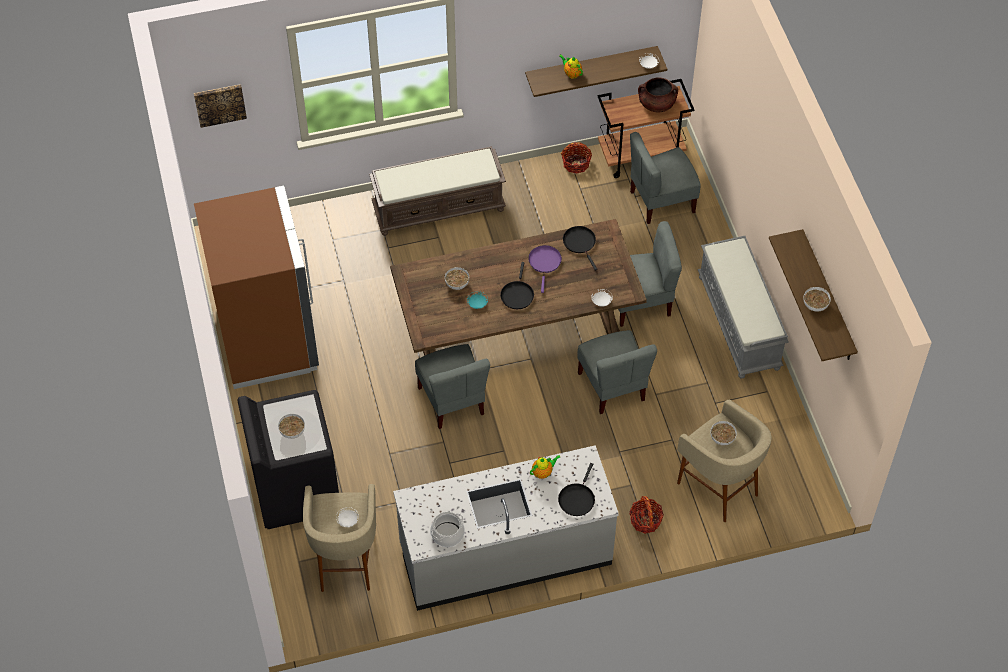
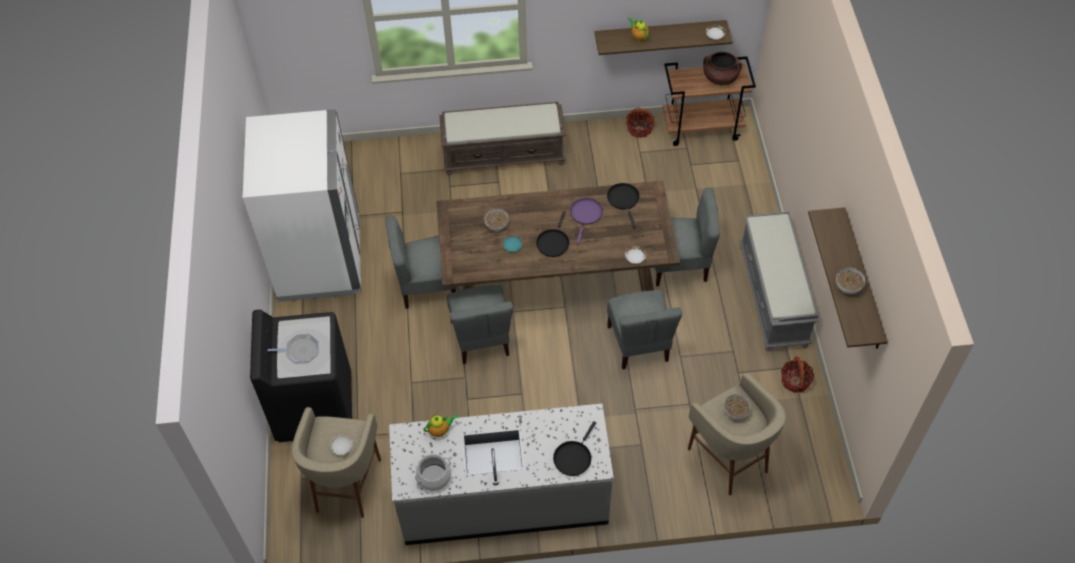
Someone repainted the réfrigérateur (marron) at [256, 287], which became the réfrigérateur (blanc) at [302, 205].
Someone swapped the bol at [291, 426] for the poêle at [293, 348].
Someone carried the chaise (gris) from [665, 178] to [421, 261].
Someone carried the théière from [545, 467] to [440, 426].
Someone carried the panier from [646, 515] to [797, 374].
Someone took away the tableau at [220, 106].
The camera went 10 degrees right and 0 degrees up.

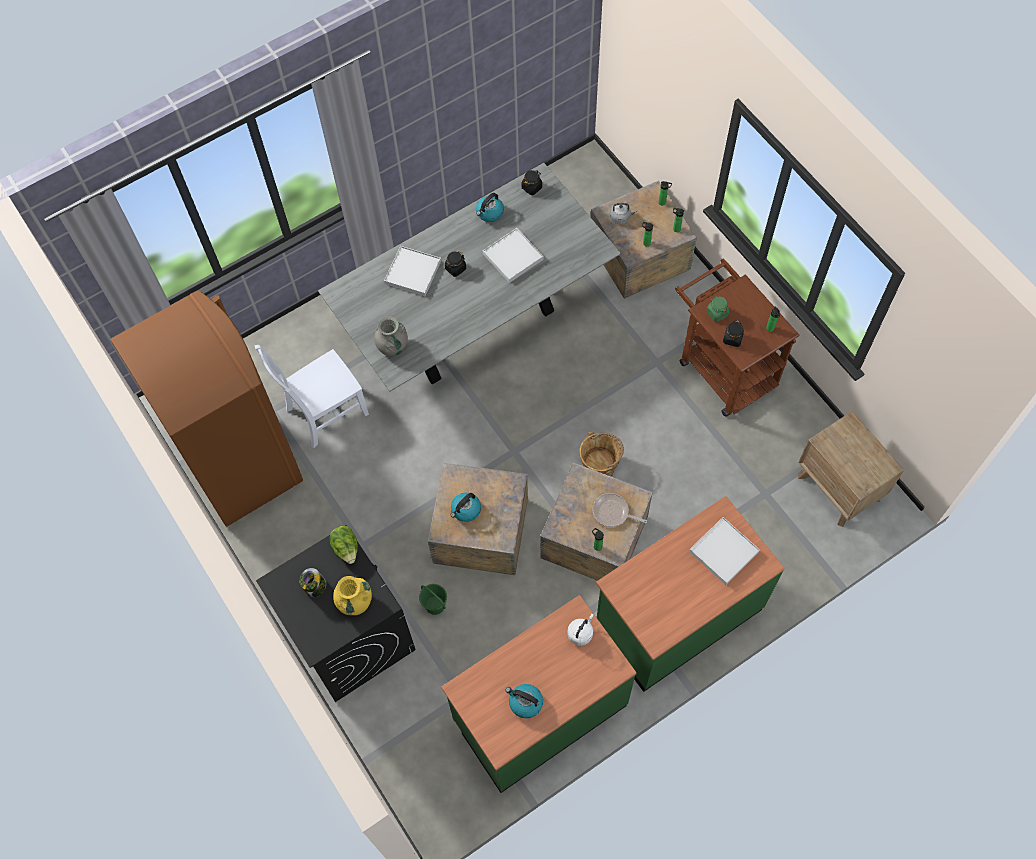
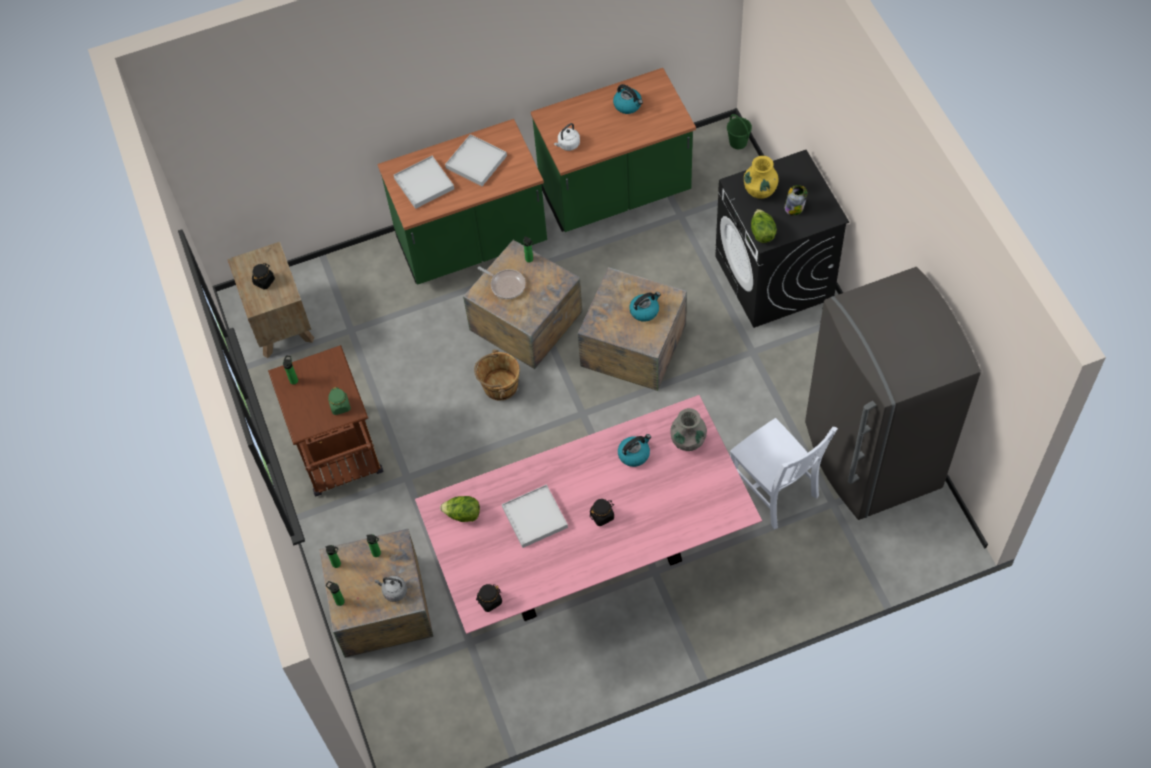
Someone carried the bocal (noir) from [733, 333] to [263, 276].
Someone repainted the table à manger (gris) at [469, 277], which became the table à manger (rose) at [588, 514].
Someone put down the laitue at [460, 509].
Someone carried the plateau (blanc) from [412, 271] to [476, 160].
Someone carried the bouilloire from [490, 207] to [634, 450].
Someone carried the seau (vert) from [433, 599] to [739, 131].
Someone rotated the chaise (blanc) at [312, 396] by 75 degrees clockwise.
Someone repainted the réfrigérateur (marron) at [207, 408], which became the réfrigérateur (gris) at [893, 393].
The camera went 165 degrees left and 5 degrees down.

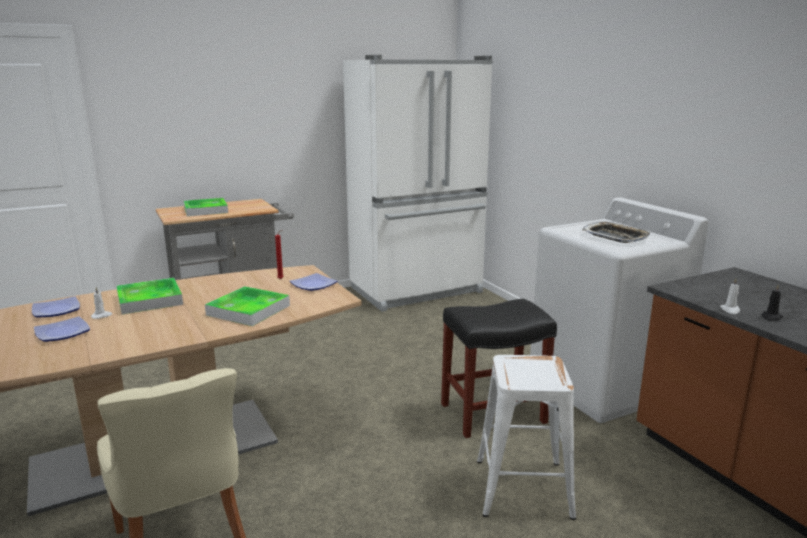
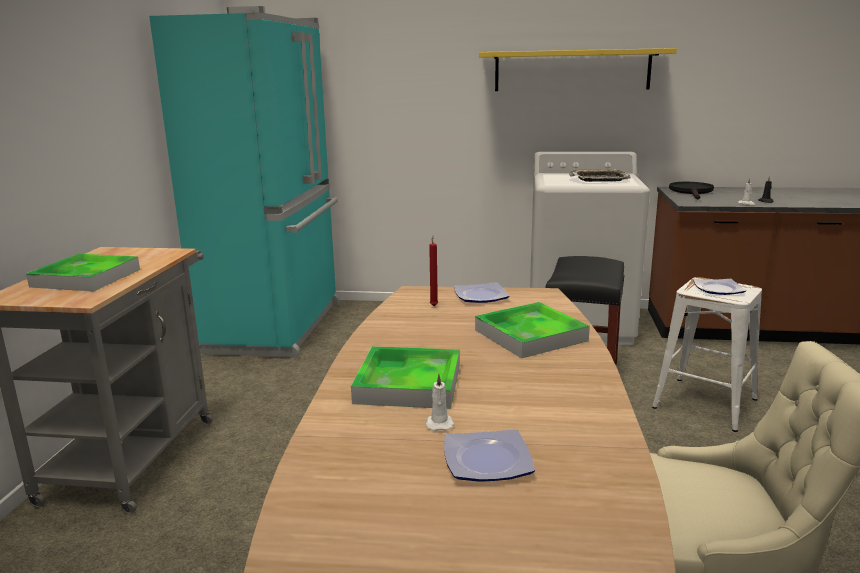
Someone repainted the réfrigérateur (blanc) at [418, 183], which became the réfrigérateur (turquoise) at [244, 182].
Someone put up the étagère (jaune) at [578, 69].
Someone put down the poêle (noir) at [691, 190].
Someone carried the assiette from [56, 307] to [719, 287].
The camera went 55 degrees left and 0 degrees up.

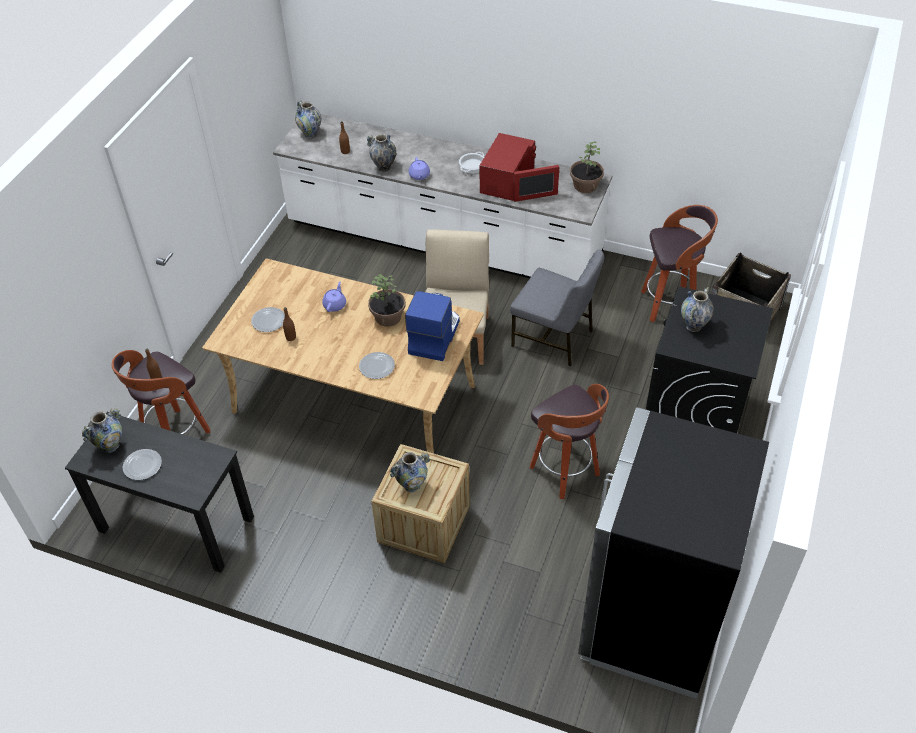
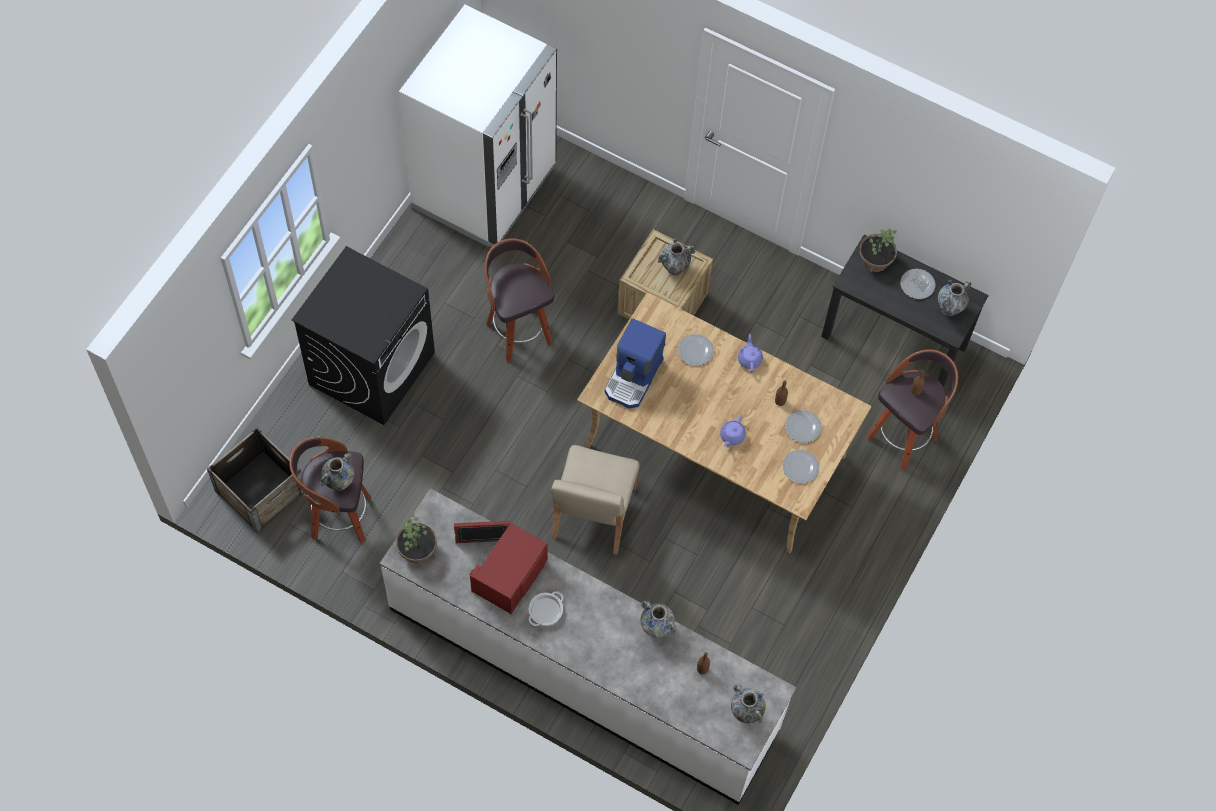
Someone carried the vase from [697, 309] to [337, 472].
Someone repainted the réfrigérateur (noir) at [673, 553], which became the réfrigérateur (blanc) at [478, 126].
Someone carried the théière (violet) from [419, 168] to [750, 353].
Someone put down the assiette at [800, 466].
Someone carried the plante en pot from [387, 300] to [878, 250].
Someone took away the chaise (gris) at [557, 307].
The camera went 175 degrees left and 15 degrees up.

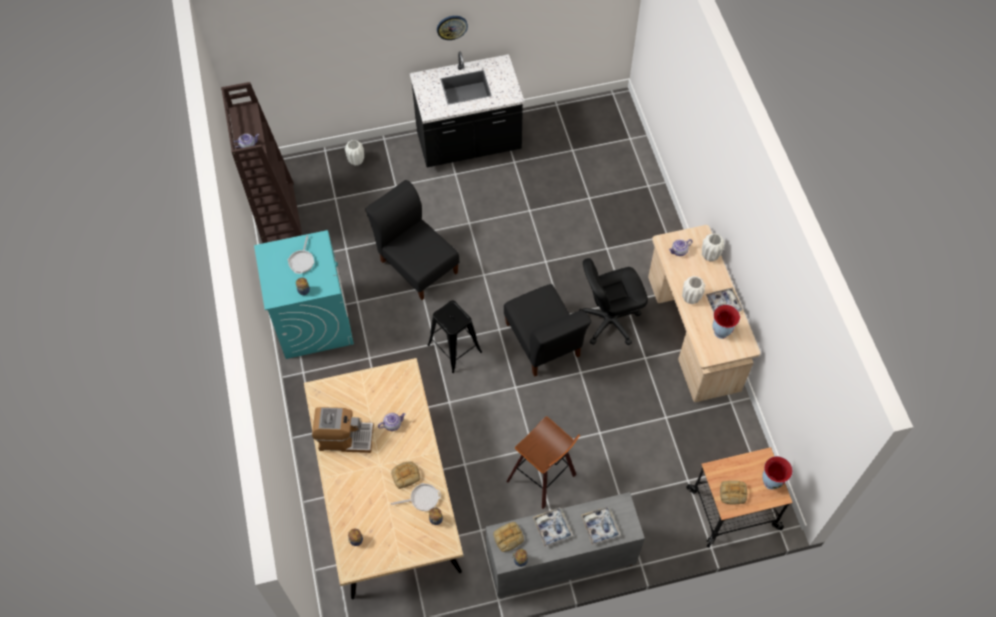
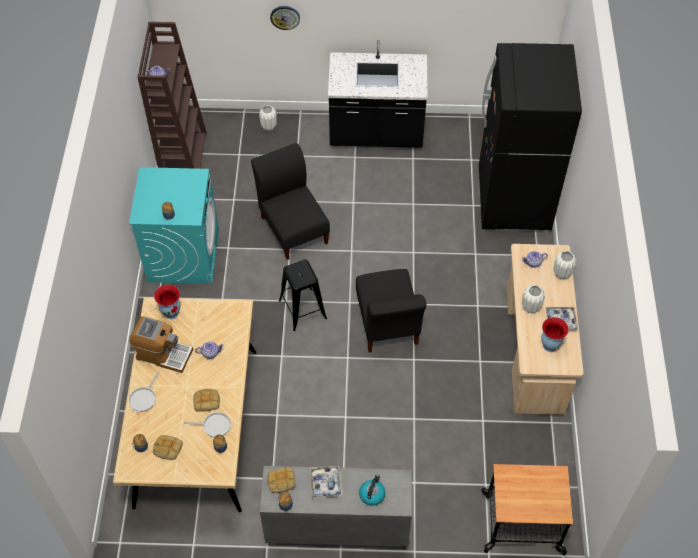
Someone carried the poêle from [301, 254] to [144, 392].
Someone carried the pain from [734, 493] to [168, 447].
Someone carried the vase from [777, 473] to [167, 302].
Someone carried the horloge murale from [452, 28] to [285, 18].
Someone swapped the plateau at [601, 525] for the bouilloire at [372, 490].
Someone put down the réfrigérateur (noir) at [530, 137].
Someone took away the tabouret at [543, 462].
Someone took away the chaise de bureau (noir) at [613, 301].
The camera went 15 degrees right and 5 degrees down.

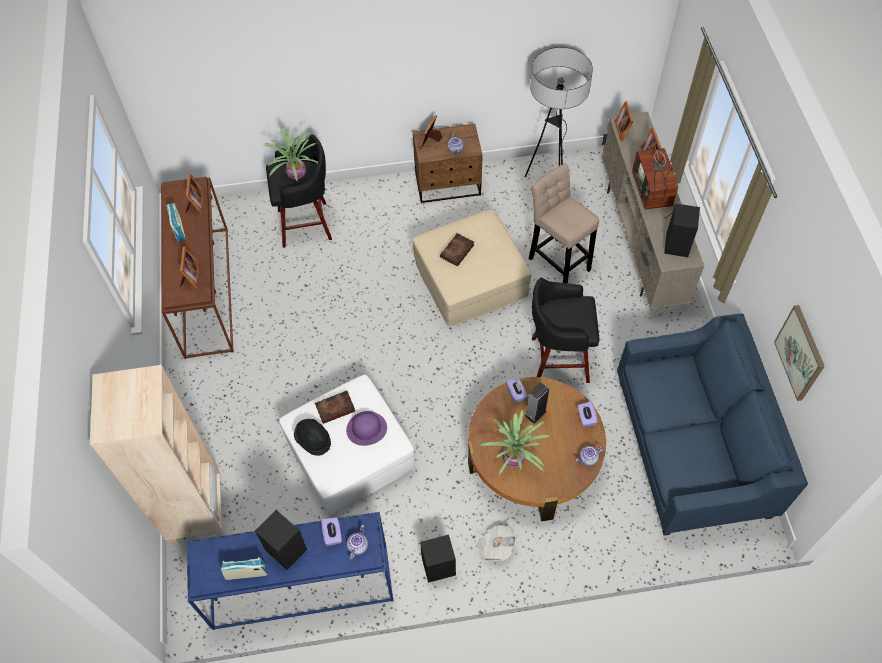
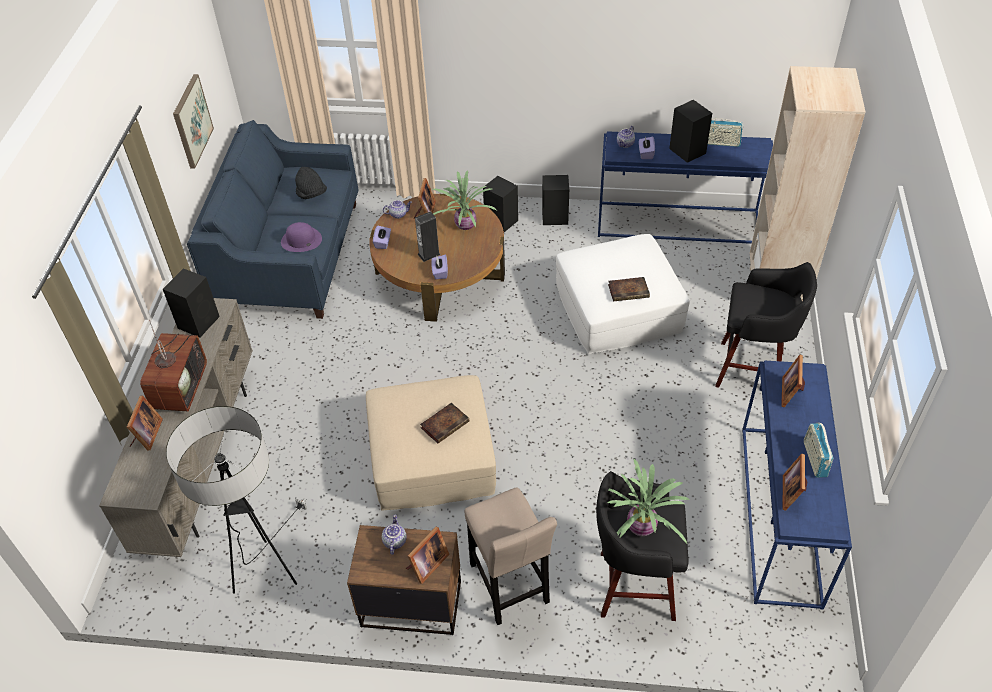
Someone carried the chapeau (violet) from [366, 428] to [301, 237].
Someone carried the chapeau (noir) from [312, 437] to [311, 183].
Someone carried the cadre photo from [624, 121] to [425, 198].
Someone carried the tabouret (beige) from [564, 223] to [511, 556].
Someone swapped the journal at [496, 543] for the enceinte (noir) at [500, 204].
Someone carried the tabouret (noir) from [565, 330] to [766, 325].
Someone repainted the table console (marron) at [197, 268], which became the table console (bleu) at [797, 485].
The camera went 165 degrees left and 10 degrees down.

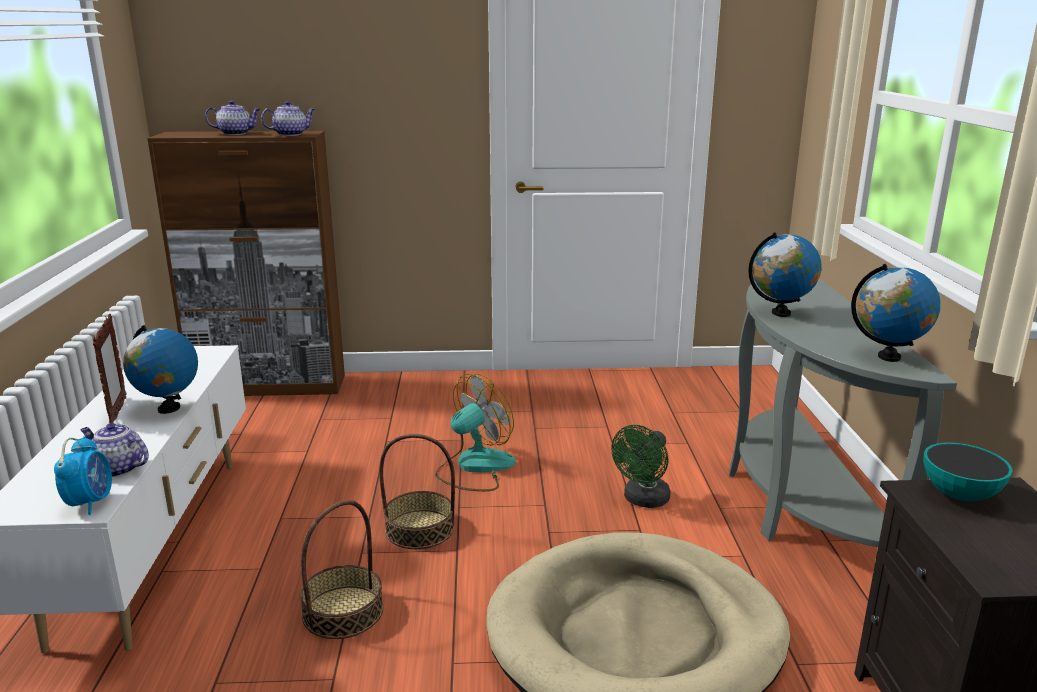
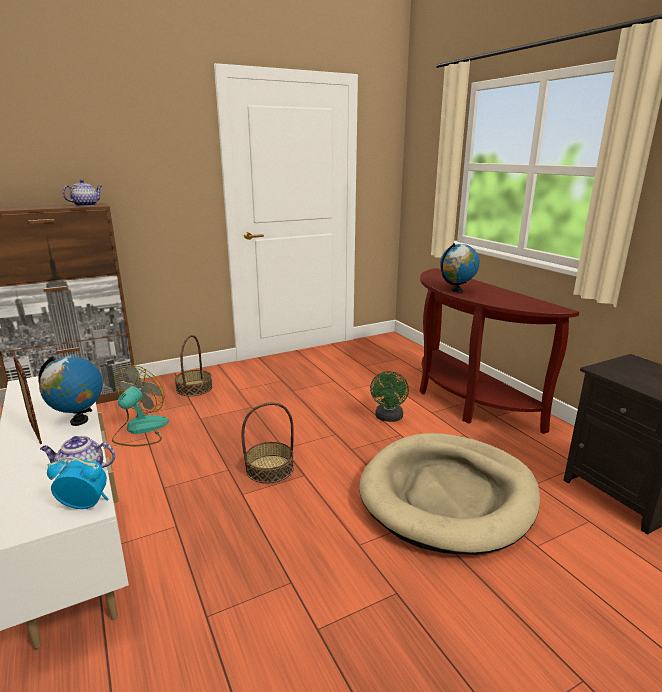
Someone rotated the réveil at [83, 475] by 60 degrees counterclockwise.
Someone carried the ventilateur from [475, 432] to [140, 405].
Someone carried the panier from [341, 569] to [194, 365].
Someone repainted the table console (gris) at [843, 413], which became the table console (marron) at [499, 351].
Someone took away the théière at [233, 117].
Someone took away the globe at [895, 313].
Someone took away the bol at [968, 472].
The camera went 25 degrees left and 0 degrees up.

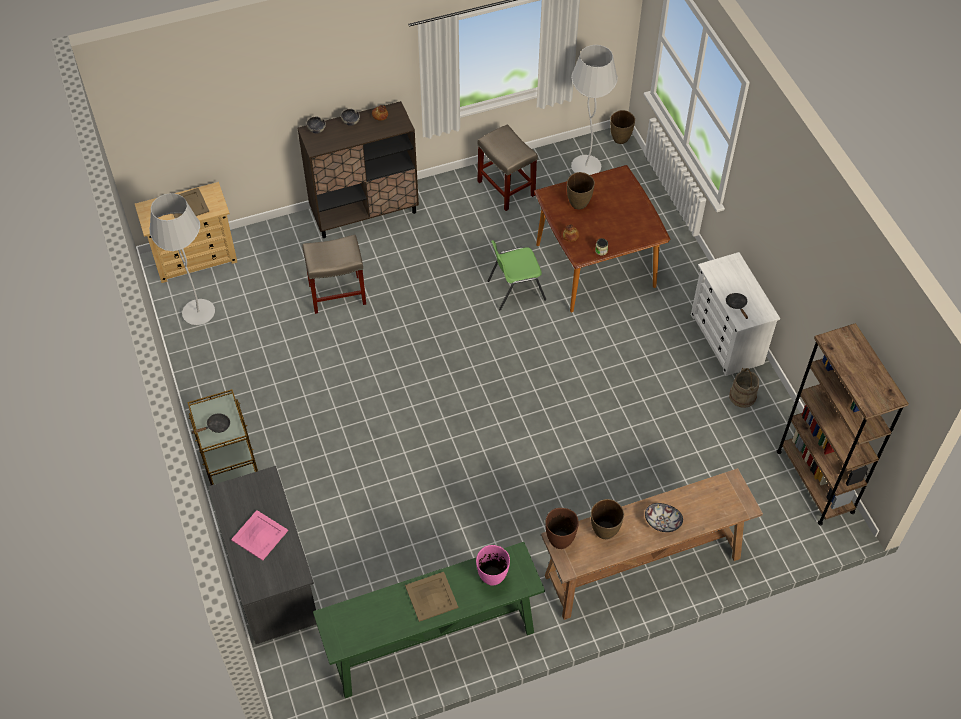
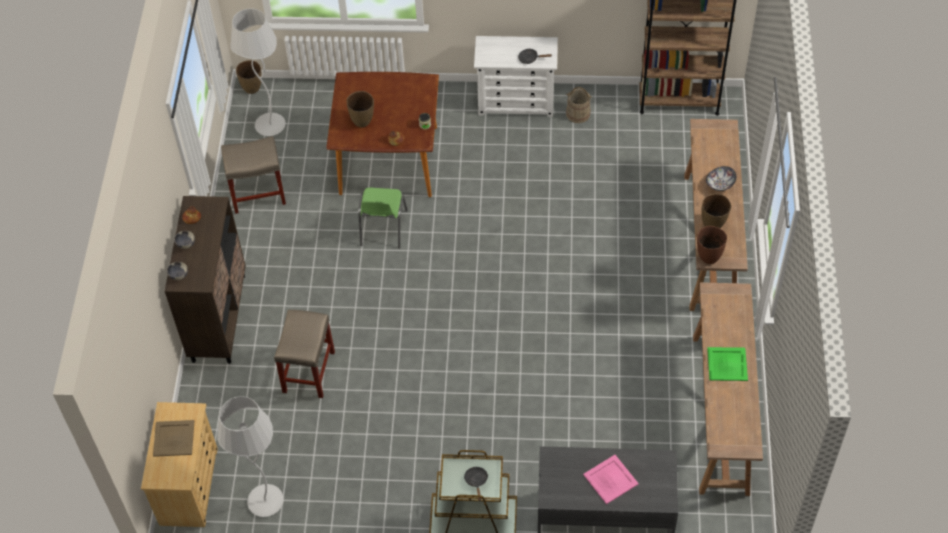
Someone repainted the table console (vert) at [429, 620], which became the table console (marron) at [728, 389].
Someone repainted the plateau (beige) at [431, 597], which became the plateau (vert) at [727, 364].
Someone took away the vase (rose) at [493, 565].
The camera went 65 degrees left and 0 degrees up.

